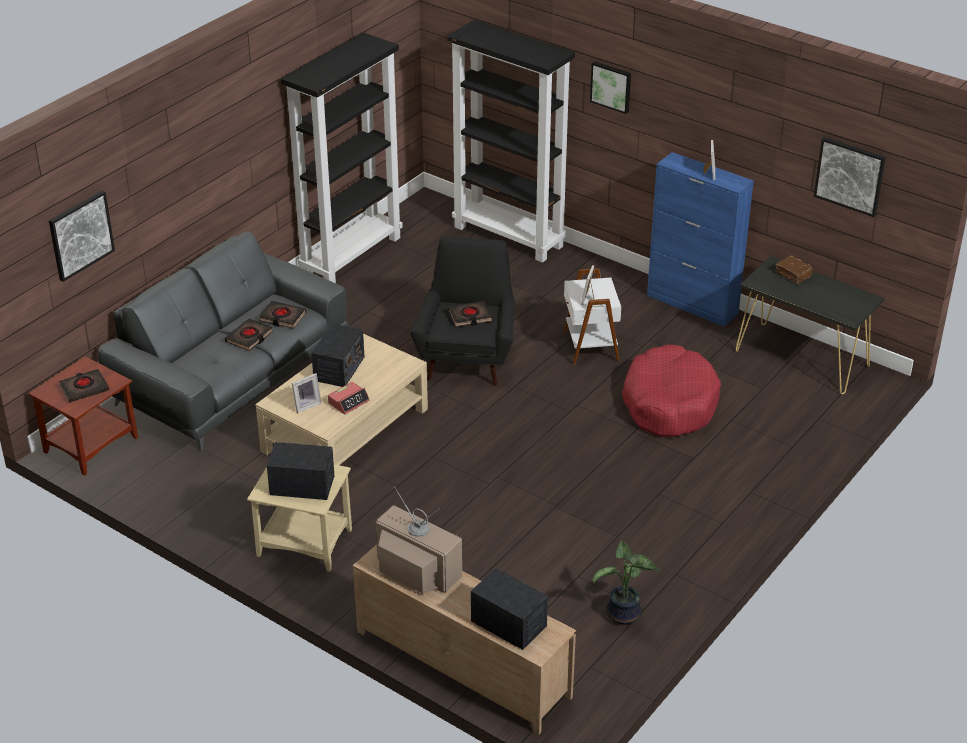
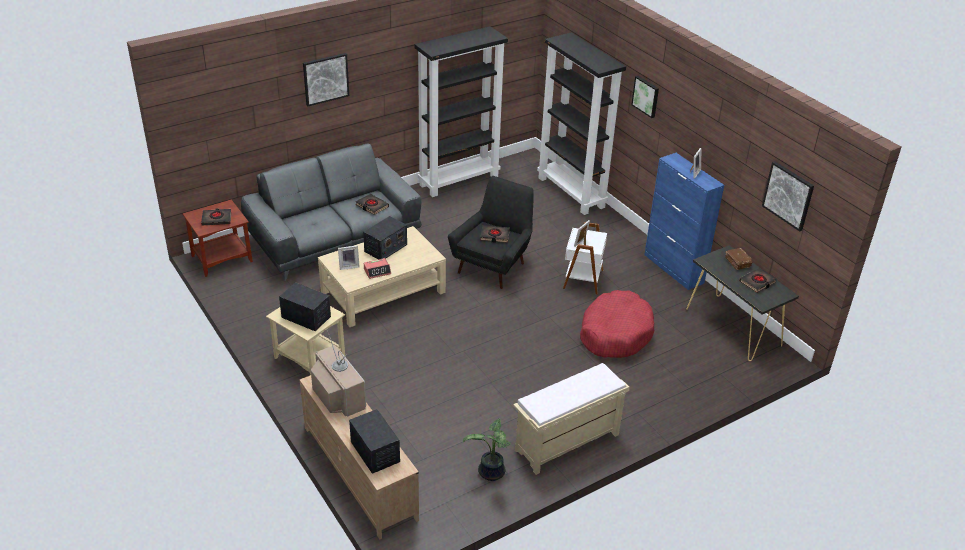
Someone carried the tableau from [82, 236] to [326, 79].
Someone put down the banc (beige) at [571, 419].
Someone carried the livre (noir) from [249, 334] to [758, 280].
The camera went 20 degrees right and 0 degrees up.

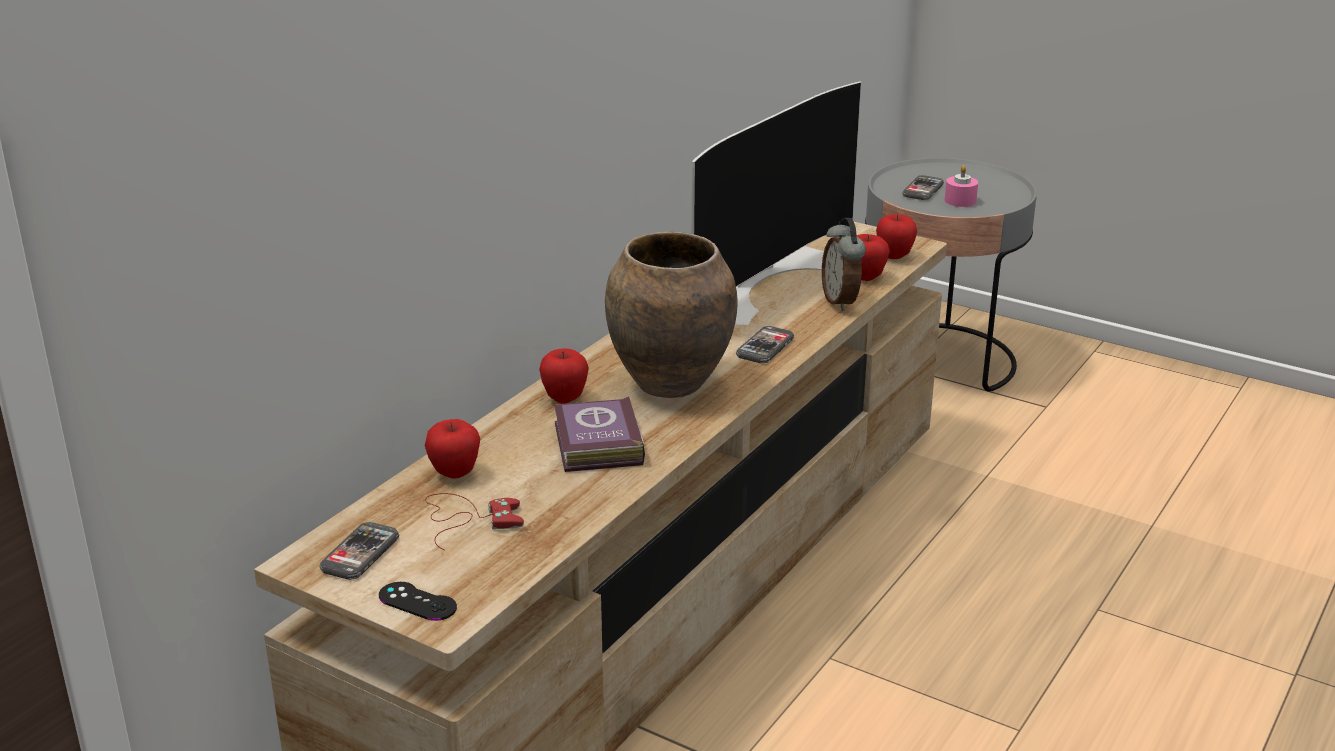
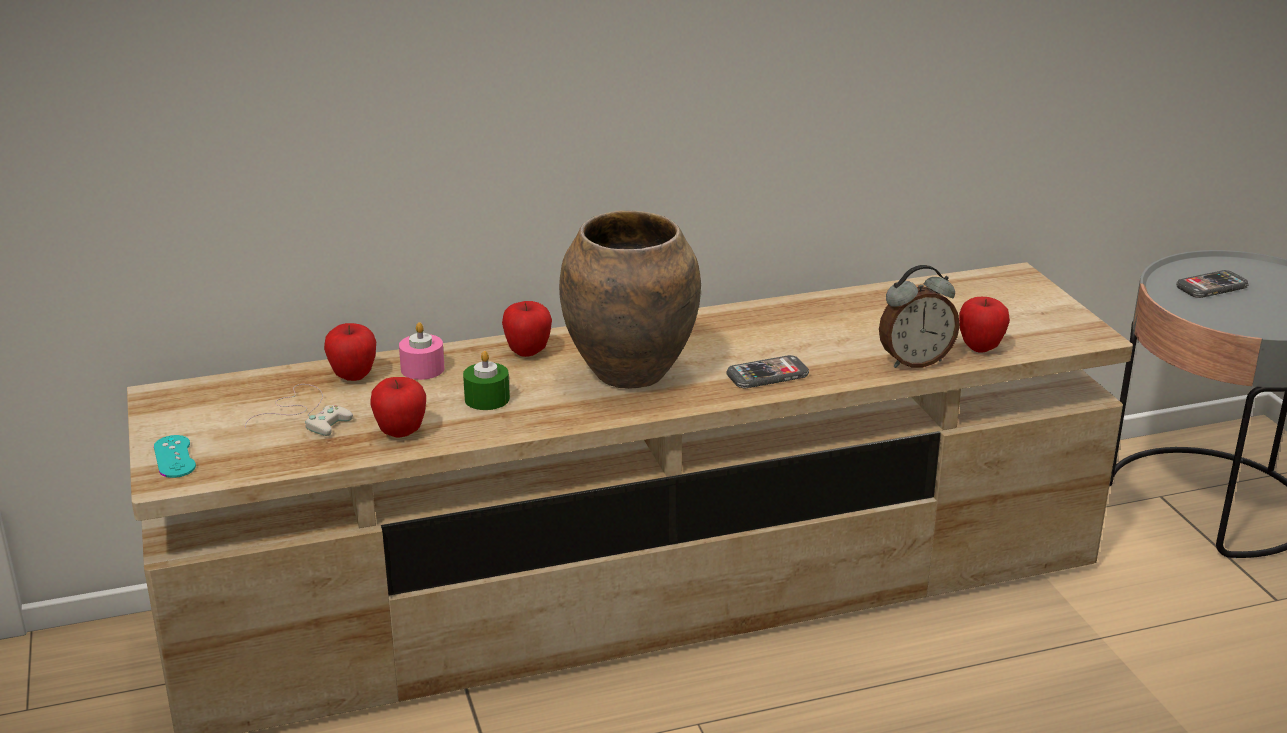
Someone repainted the manette (noir) at [418, 601], which became the manette (turquoise) at [175, 456].
Someone repainted the manette (rouge) at [474, 522], which became the manette (blanc) at [299, 410].
Someone carried the pomme from [896, 236] to [398, 407].
Someone carried the bougie (rose) from [961, 186] to [422, 351].
Someone swapped the livre at [599, 434] for the bougie (vert) at [486, 380].
Someone rotated the réveil at [844, 264] by 135 degrees counterclockwise.
Someone took away the téléphone at [359, 551].
Someone took away the téléviseur at [776, 203].
The camera went 40 degrees right and 0 degrees up.

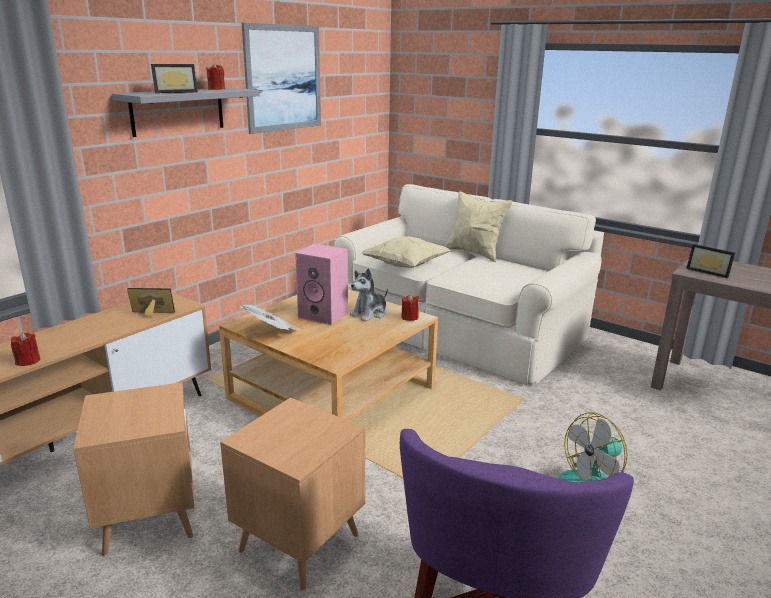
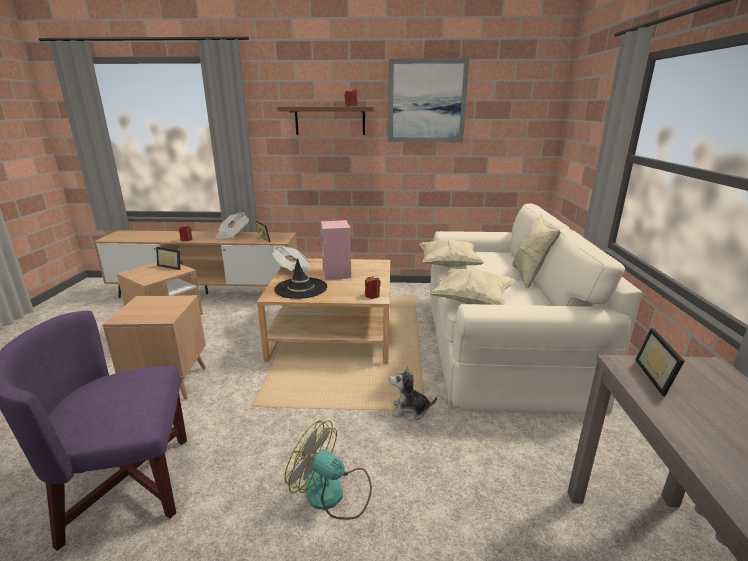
Someone carried the cadre photo from [174, 78] to [168, 258].
Someone put down the journal at [232, 225].
Someone put down the chapeau (noir) at [300, 278].
Someone repainted the étagère (gris) at [186, 112], which became the étagère (marron) at [326, 121].
Someone carried the peluche from [369, 295] to [413, 393].
Someone put down the coussin (beige) at [473, 287].
The camera went 55 degrees right and 0 degrees up.

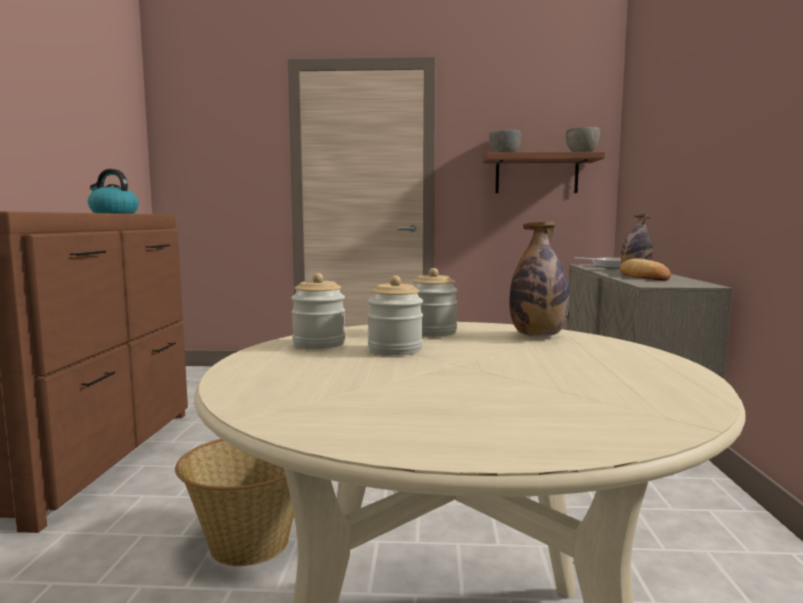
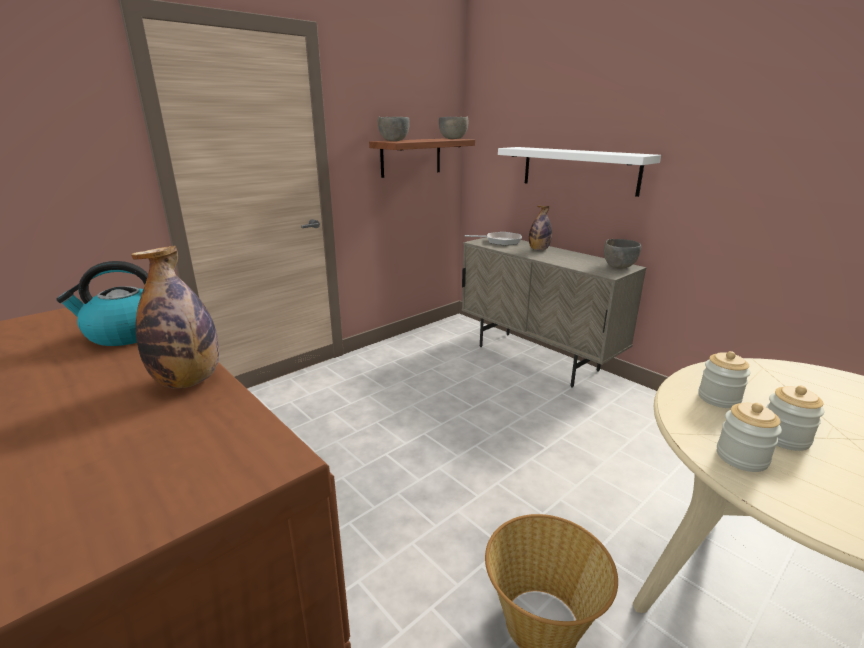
Someone carried the bouteille from [539, 279] to [175, 317].
Someone put up the étagère (blanc) at [579, 172].
Someone put down the bol (gris) at [622, 253].
Someone took away the pain at [645, 269].
The camera went 45 degrees left and 15 degrees up.

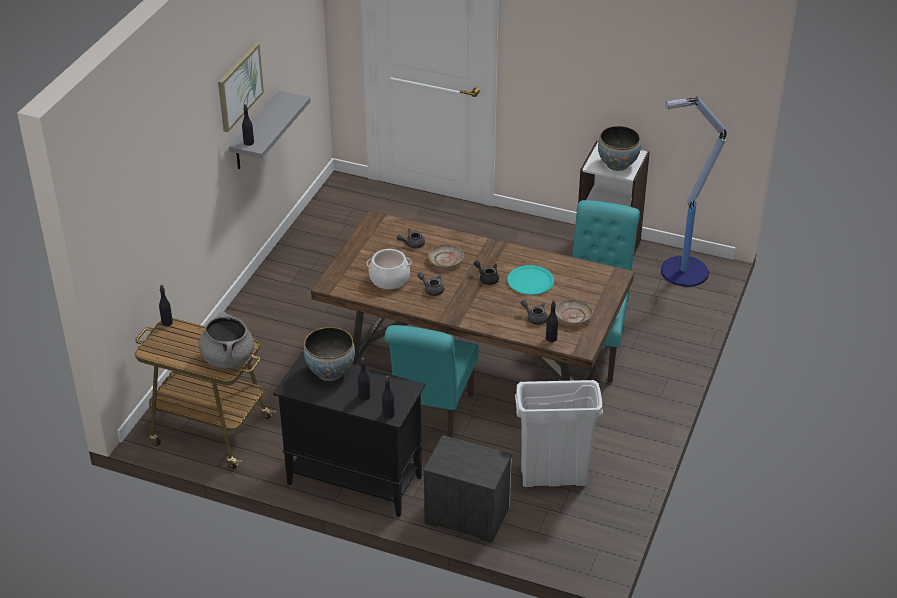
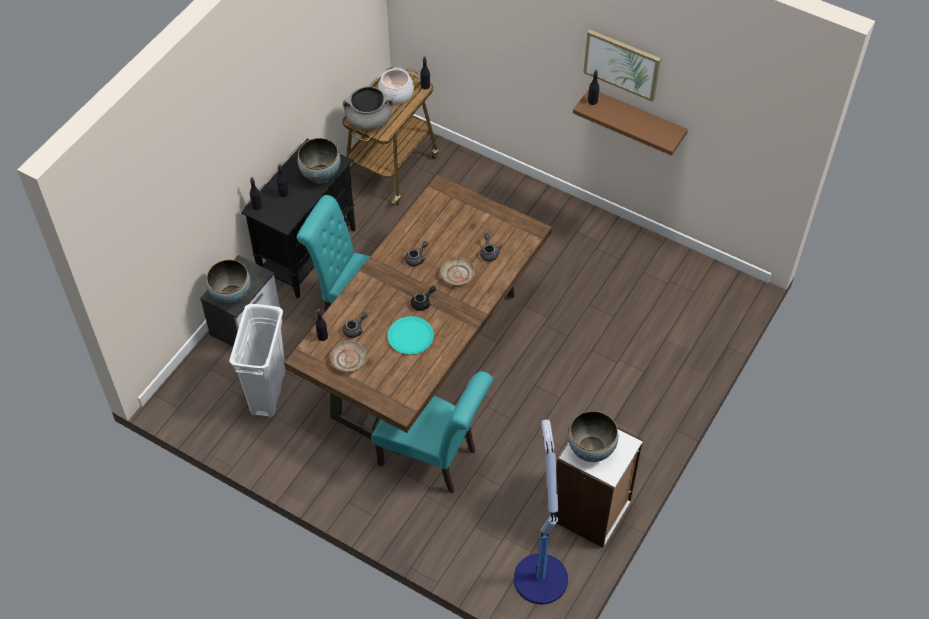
Someone put down the bol at [228, 282].
Someone carried the marmite from [389, 269] to [396, 85].
Someone repainted the étagère (gris) at [269, 130], which became the étagère (marron) at [630, 122].
The camera went 100 degrees right and 15 degrees up.

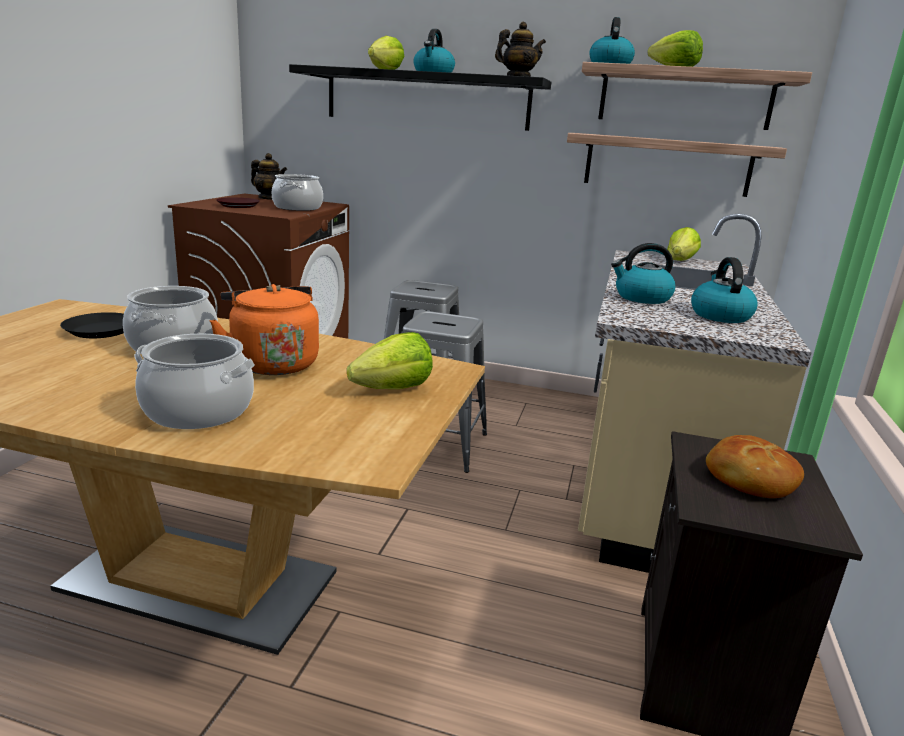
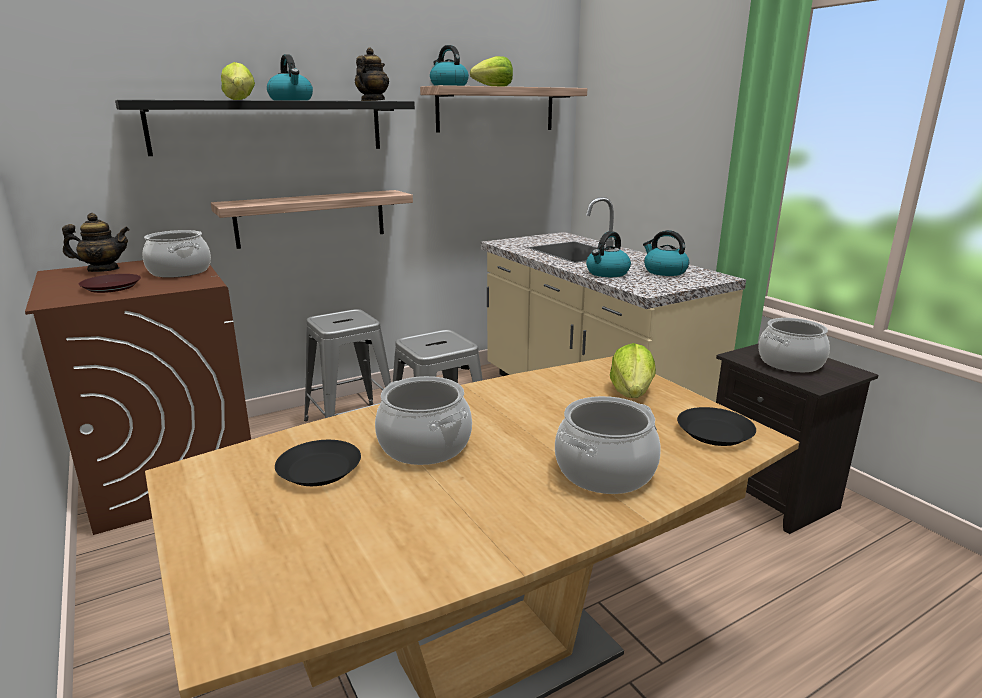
Someone carried the étagère from [677, 165] to [312, 219].
Someone put down the assiette (noir) at [716, 426].
Someone swapped the pain at [755, 466] for the marmite at [794, 345].
Someone took away the bouilloire (orange) at [264, 329].
Someone took away the laitue at [684, 244].
The camera went 45 degrees left and 0 degrees up.

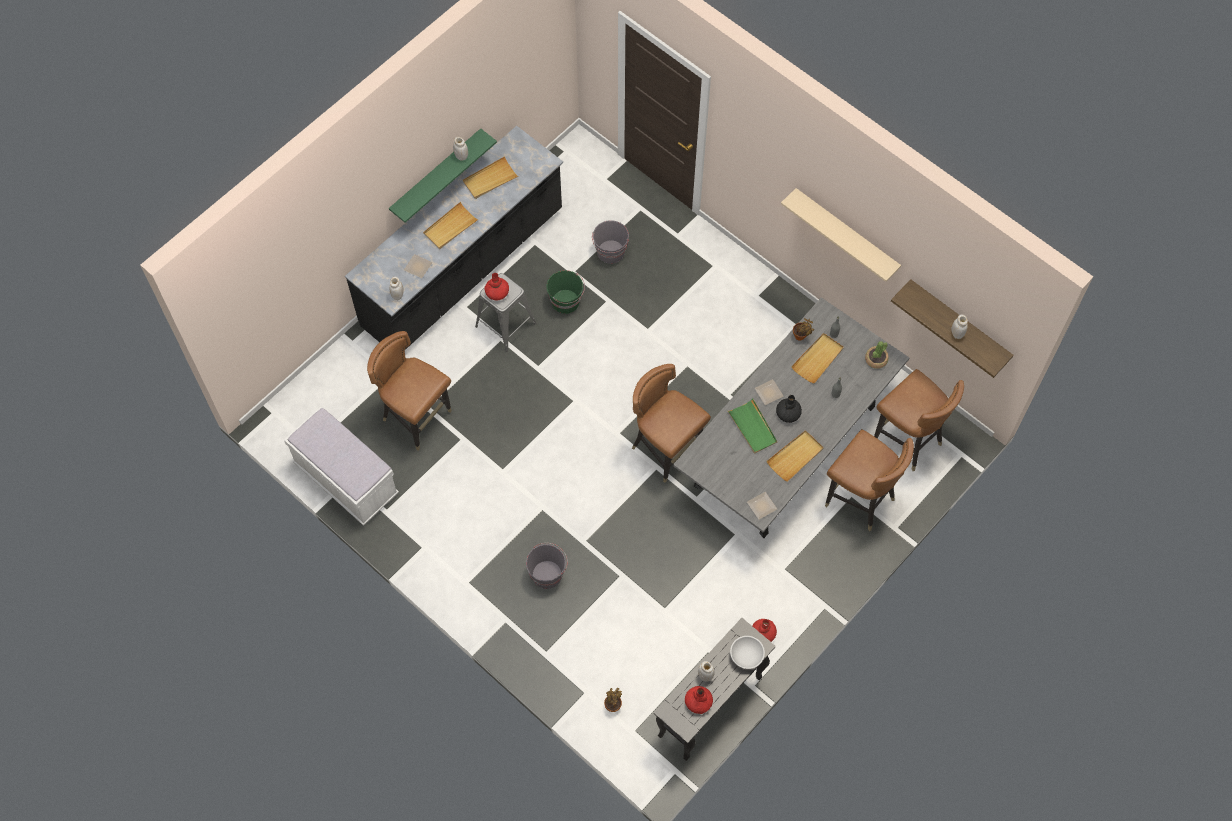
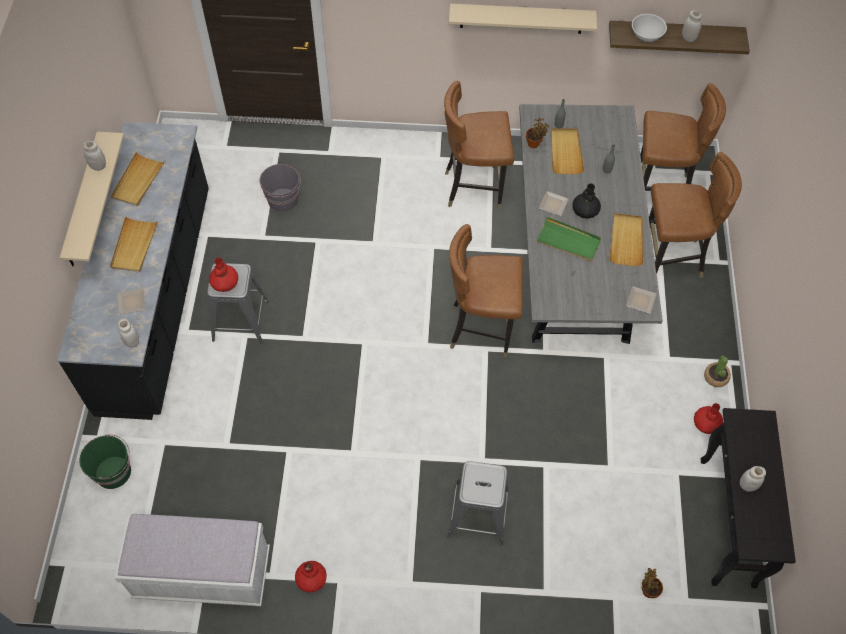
Someone repainted the étagère (vert) at [443, 175], which became the étagère (beige) at [92, 199].
Someone carried the seau (vert) from [565, 292] to [105, 462].
Someone carried the vase (rouge) from [699, 700] to [310, 576].
Someone carried the chaise (marron) from [409, 390] to [479, 145].
Someone swapped the seau (gris) at [547, 566] for the tabouret (gris) at [478, 503].
Someone carried the bol (blanc) from [747, 652] to [649, 28].
Someone carried the plante en pot from [877, 355] to [717, 371].
The camera went 40 degrees left and 5 degrees down.

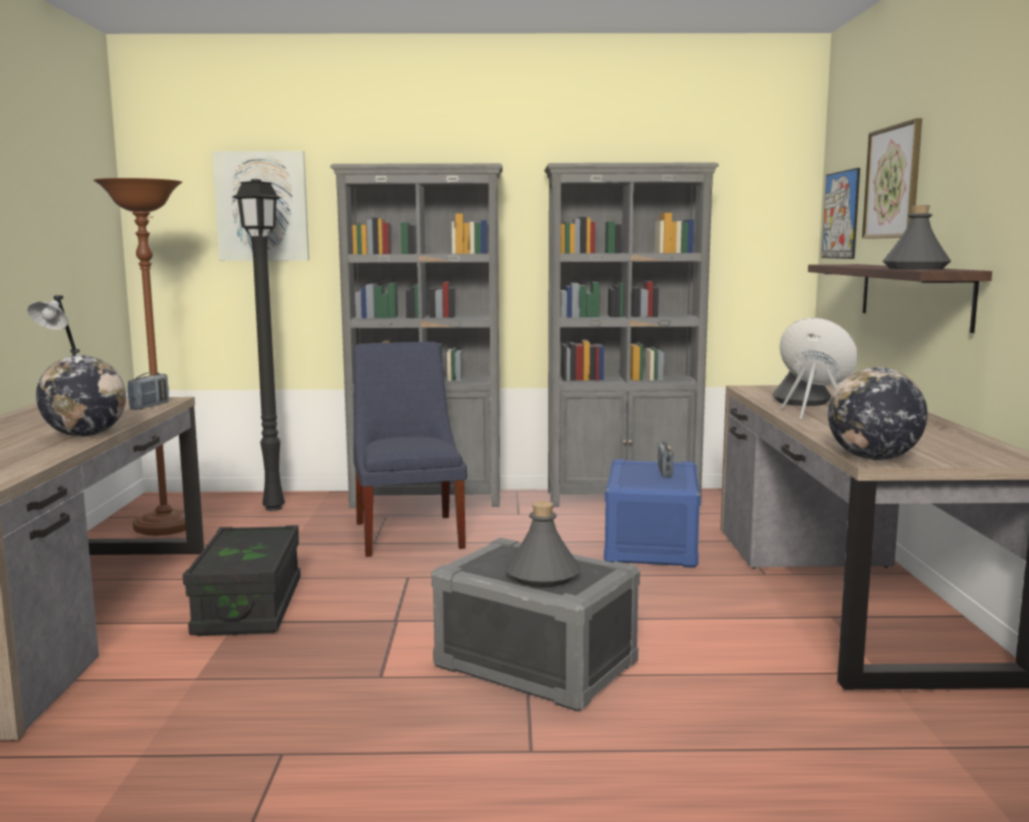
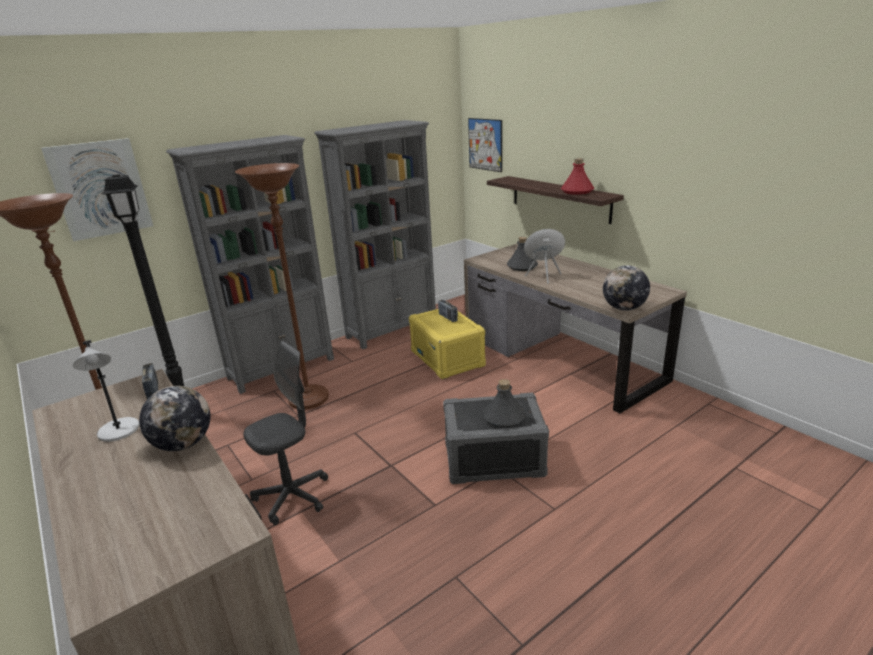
Someone swapped the chaise (bleu) at [410, 449] for the lampadaire (marron) at [282, 286].
Someone swapped the boîte de rangement (noir) at [242, 580] for the chaise de bureau (gris) at [285, 433].
Someone repainted the boîte de rangement (bleu) at [652, 513], which became the boîte de rangement (jaune) at [447, 344].
Someone repainted the bouteille (gris) at [917, 237], which became the bouteille (rouge) at [577, 176].
Someone took away the tableau at [892, 178].
The camera went 35 degrees left and 15 degrees up.

